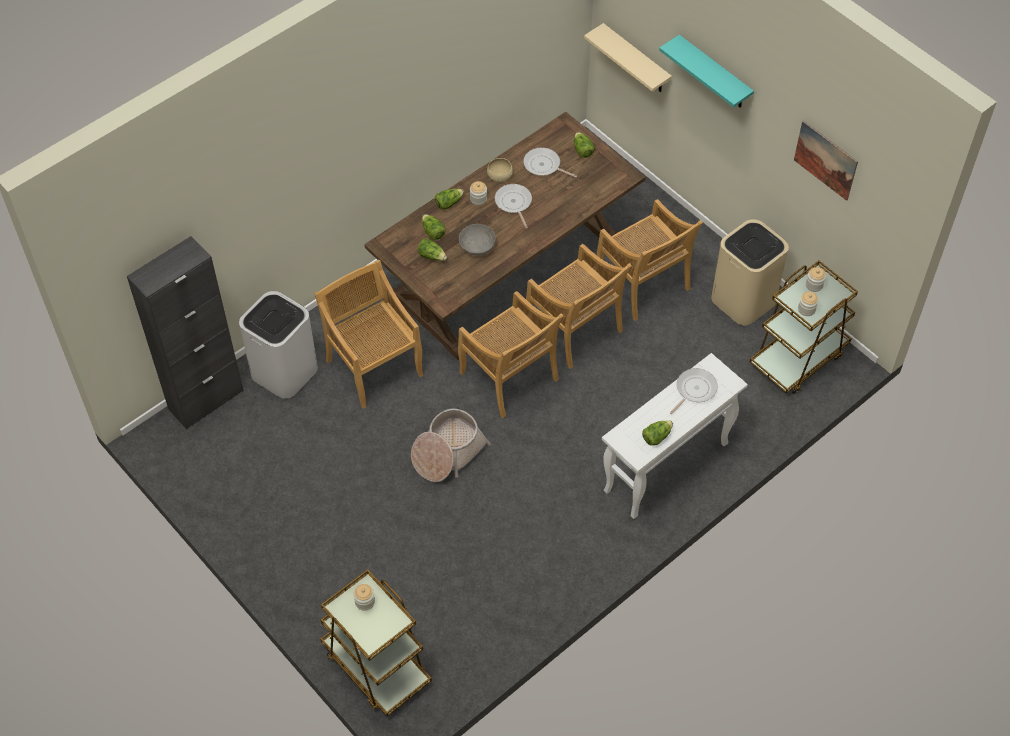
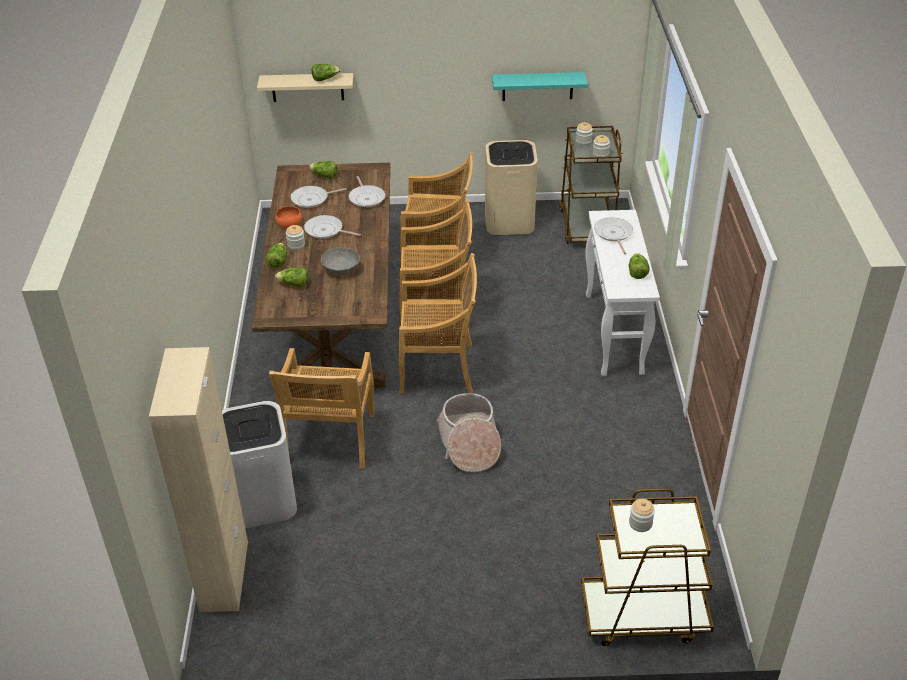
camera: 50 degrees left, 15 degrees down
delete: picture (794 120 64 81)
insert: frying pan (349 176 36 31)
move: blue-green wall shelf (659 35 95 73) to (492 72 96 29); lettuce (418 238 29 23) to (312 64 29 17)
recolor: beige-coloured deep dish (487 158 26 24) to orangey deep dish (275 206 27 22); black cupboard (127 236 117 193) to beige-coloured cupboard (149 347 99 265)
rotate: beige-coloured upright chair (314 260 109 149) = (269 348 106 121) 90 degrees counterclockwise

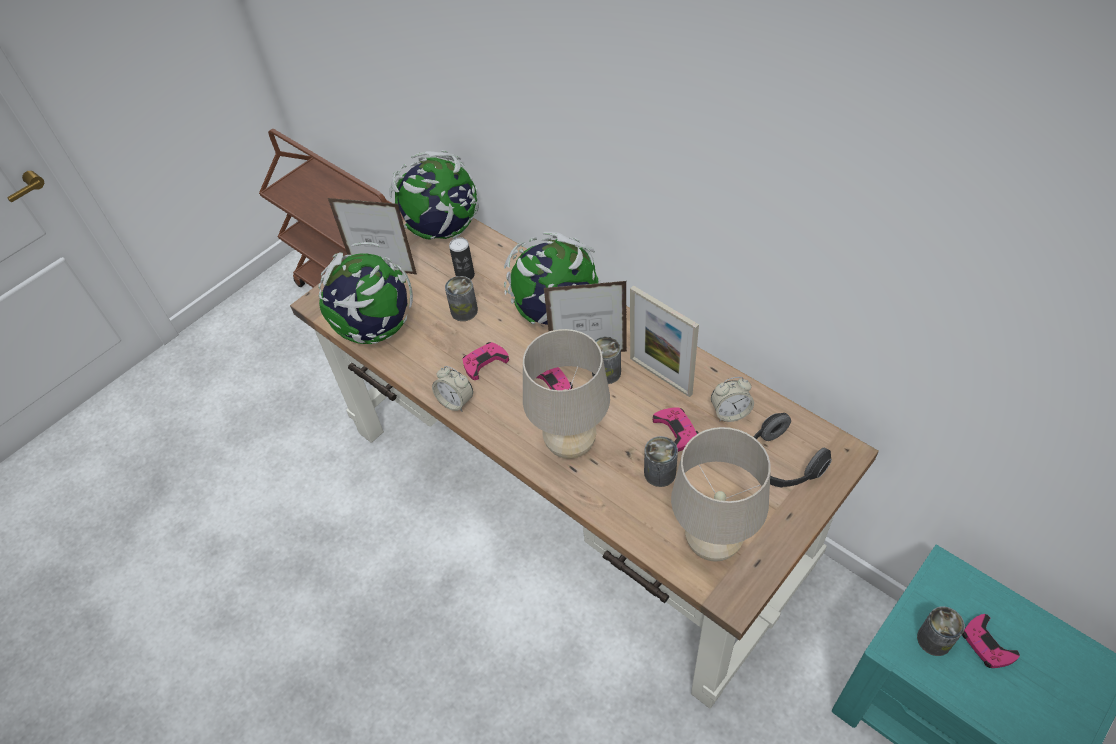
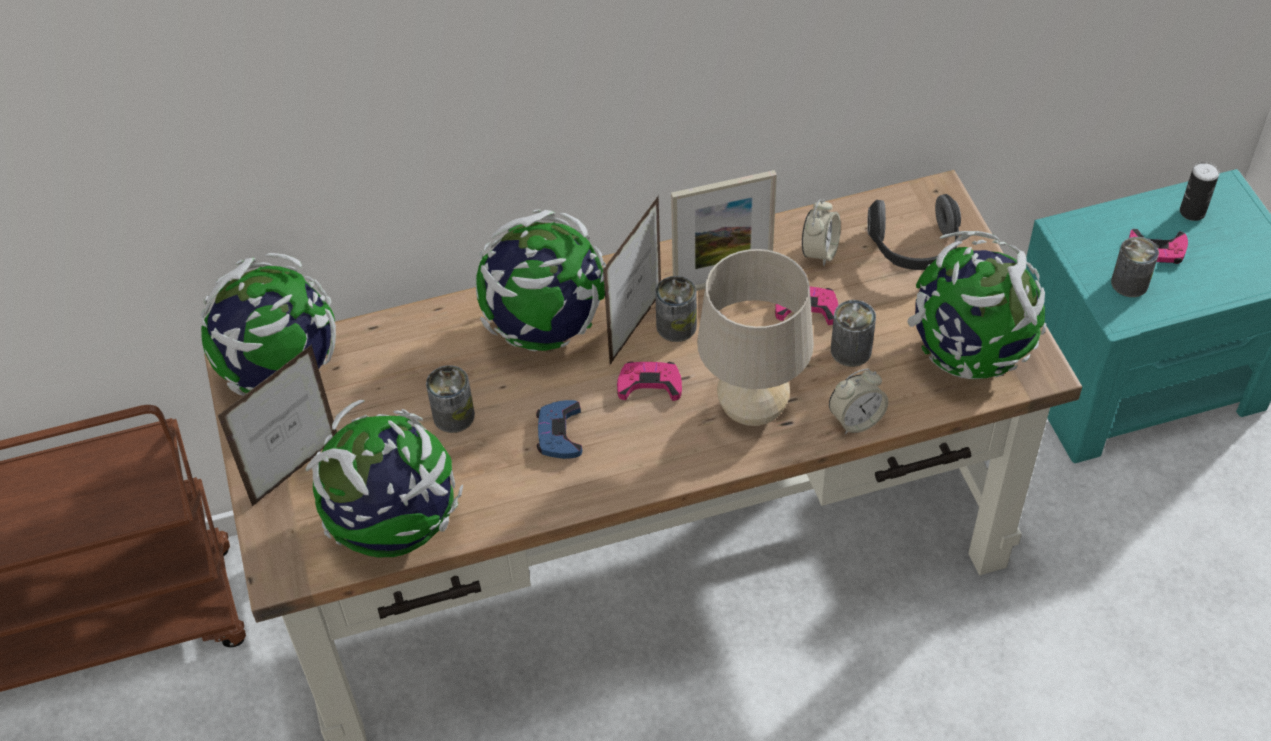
camera: 60 degrees left, 0 degrees up
move: sealed can (449 237 26 43) to (1180 162 39 59); alarm clock (432 366 41 46) to (829 369 59 65)
replace: beige-coloured table lamp (671 427 100 135) to globe (907 231 139 148)
recolor: pink game controller (462 342 47 38) to bluish game controller (536 400 46 59)

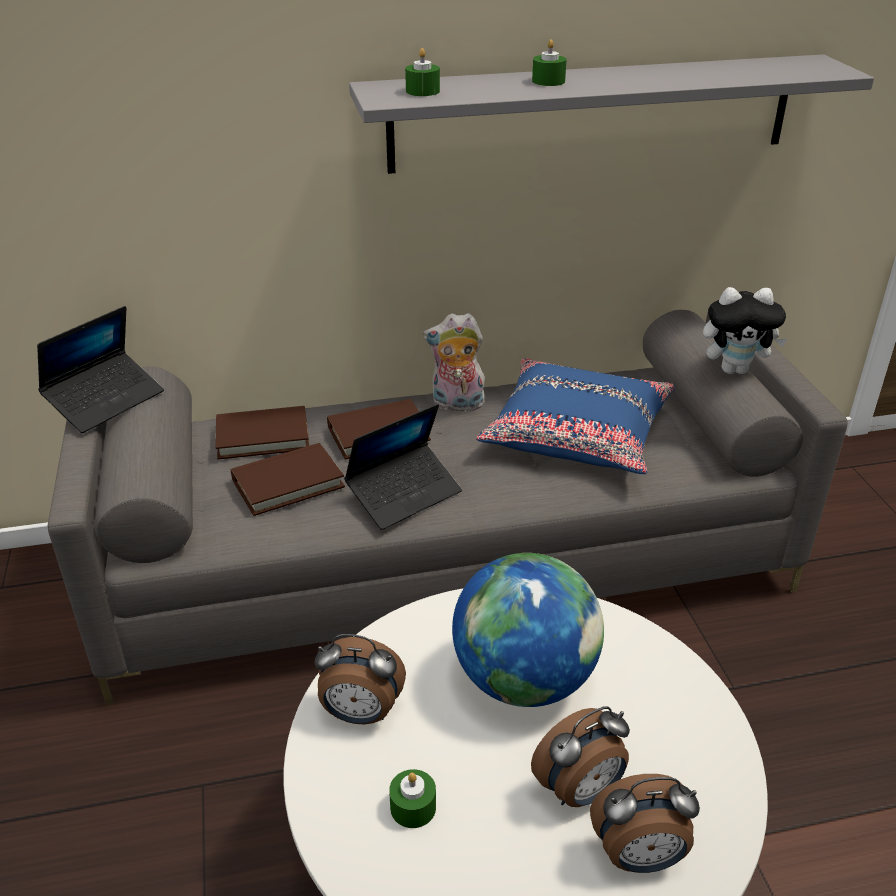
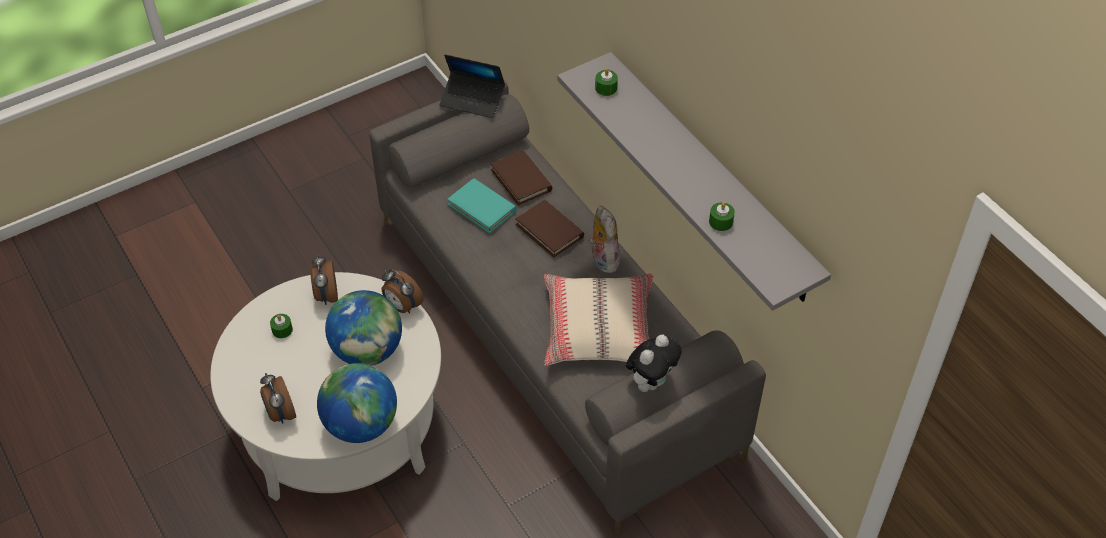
camera: 70 degrees right, 15 degrees up
delete: notebook computer (344 404 118 126)
insert: globe (317 363 80 80)
move: green-coloured wax light (532 40 35 46) to (709 202 26 29); alarm clock (531 706 99 101) to (382 269 42 45)
recolor: bluish cushion (476 358 199 116) to beige-coloured cushion (544 274 110 92); brownish bound book (231 443 114 73) to blue-green bound book (447 178 70 56)
rotate: soft toy (703 287 84 87) = (626 335 56 57) 120 degrees counterclockwise

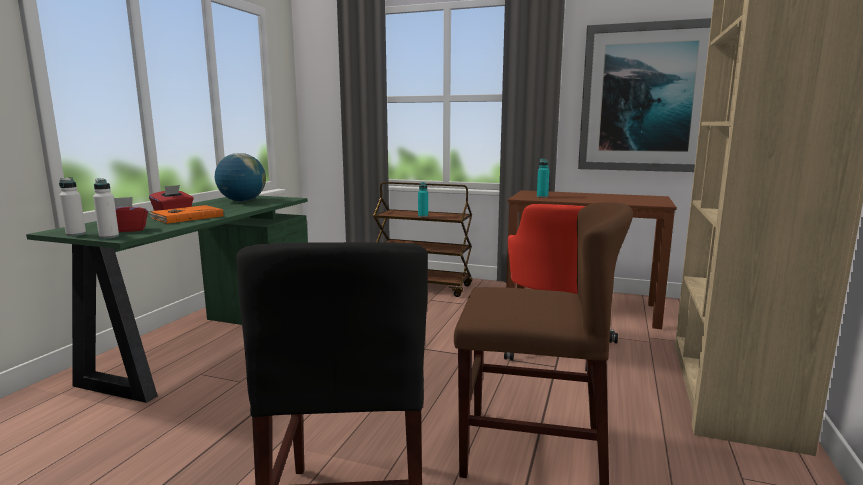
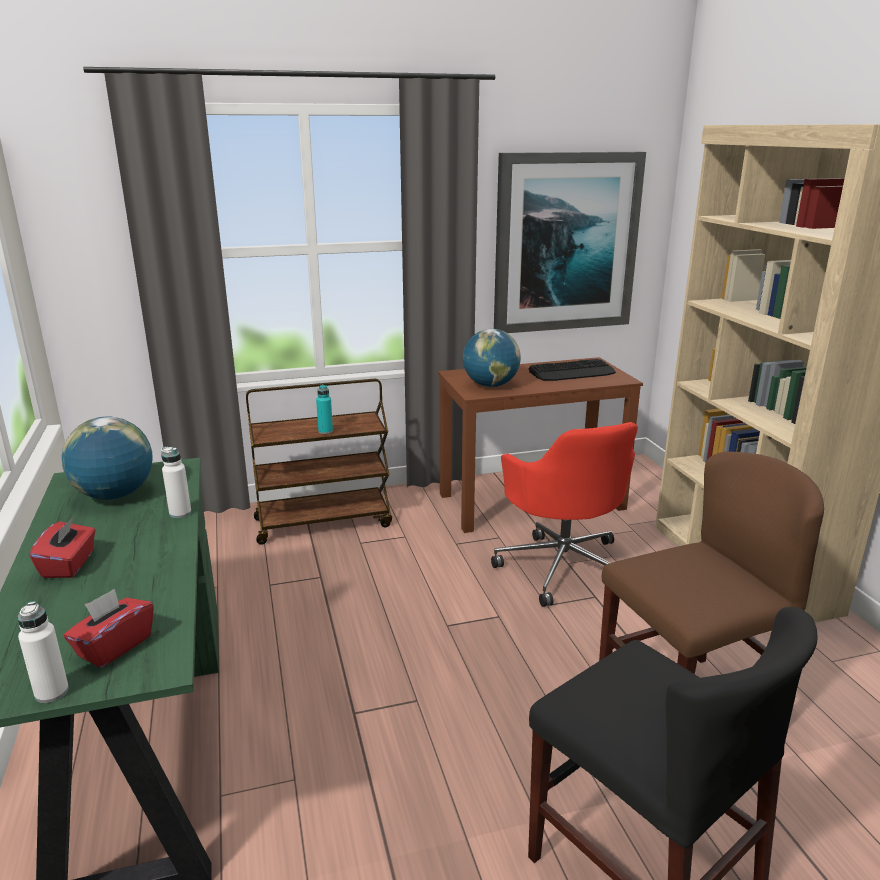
camera: 35 degrees left, 10 degrees up
delete: orangey bound book (149 205 74 19)
insert: keyboard (529 359 87 22)
move: white beverage bottle (93 178 26 61) to (161 447 30 71)
replace: blue-green beverage bottle (537 159 12 39) to globe (463 329 58 58)

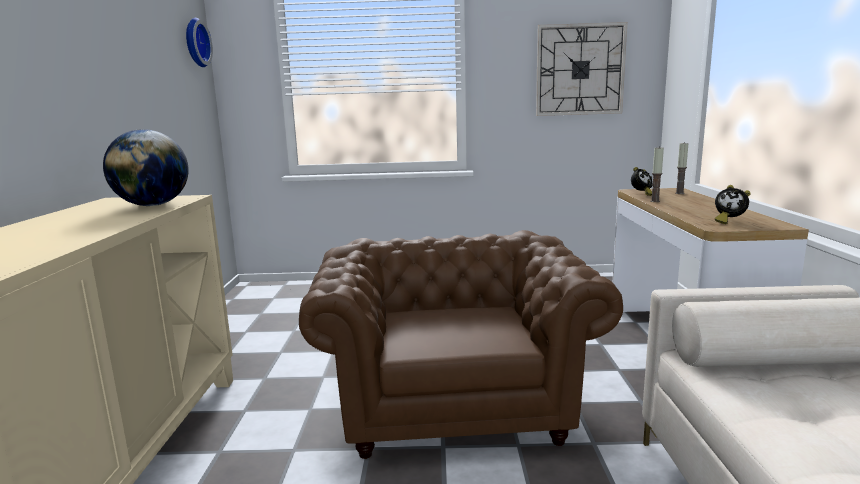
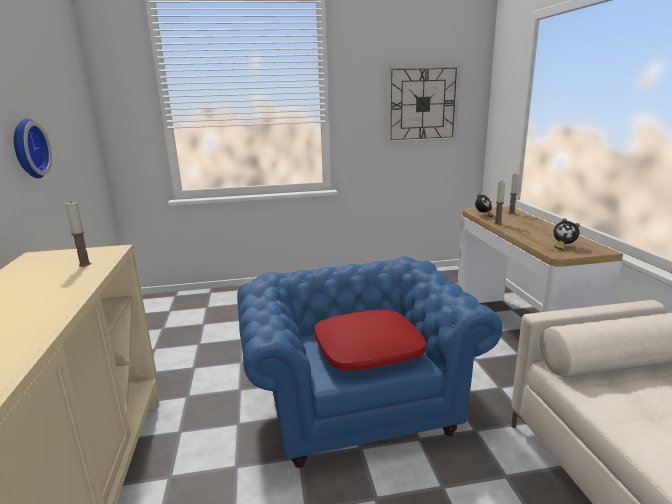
camera: 10 degrees left, 5 degrees up
insert: reddish cushion (314 309 112 62)
move: hanging clock (186 18 27 49) to (14 118 38 60)
replace: globe (103 129 86 77) to wax light (65 201 26 66)
recolor: brownish easy chair (299 230 324 229) to bluish easy chair (237 256 265 212)

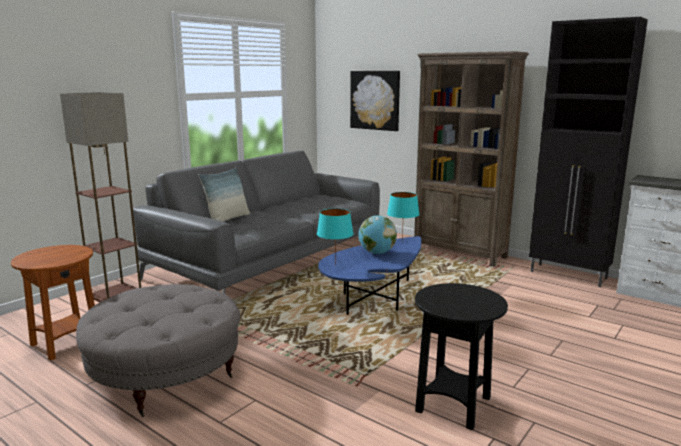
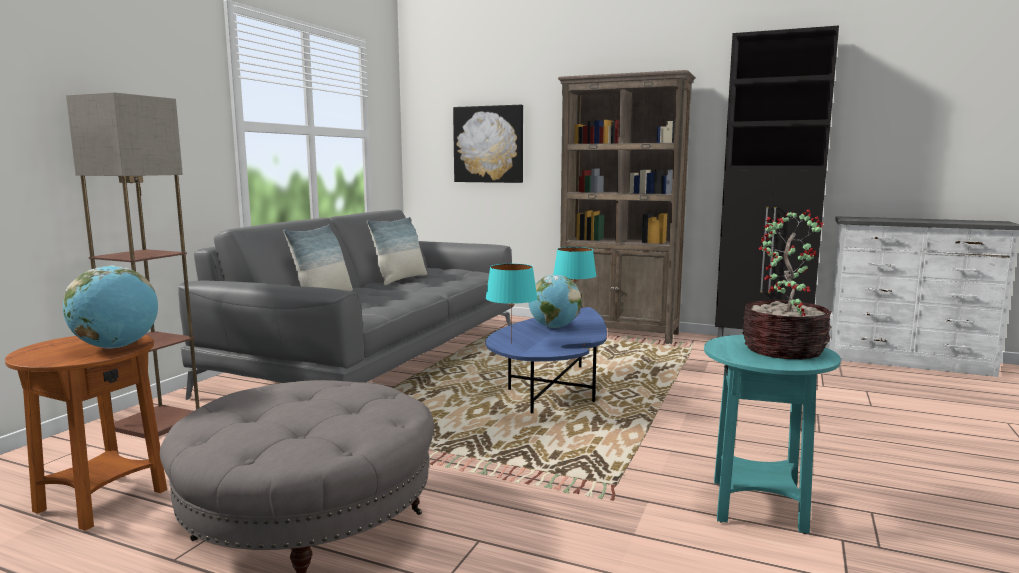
camera: 15 degrees left, 5 degrees down
insert: potted plant (742 209 90 150); cushion (367 217 60 68); globe (63 265 95 84)
recolor: black accent table (415 283 93 147) to blue-green accent table (704 335 137 199)

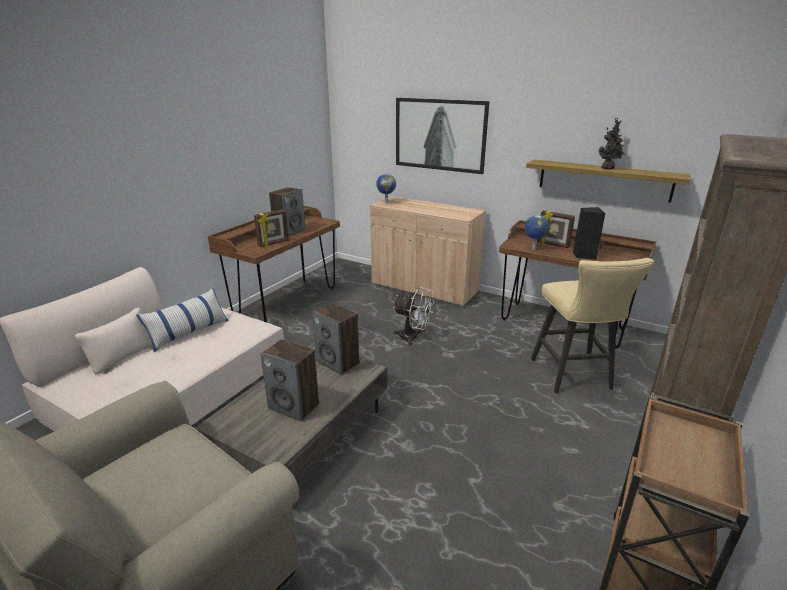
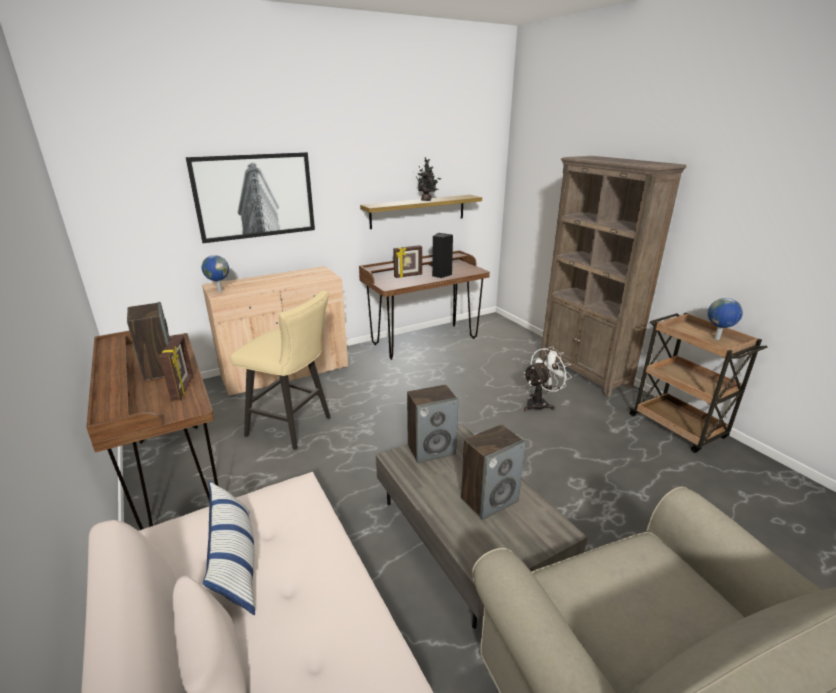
camera: 60 degrees left, 0 degrees up
move: globe (525 215 24 35) to (708 298 35 42); beige-coloured sitting stool (531 258 123 135) to (230 291 101 159); white cooling fan (393 287 42 58) to (524 346 48 66)

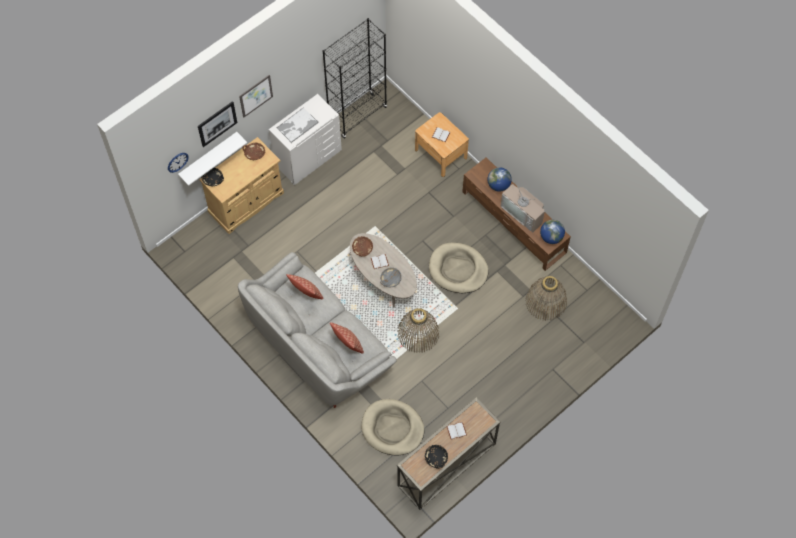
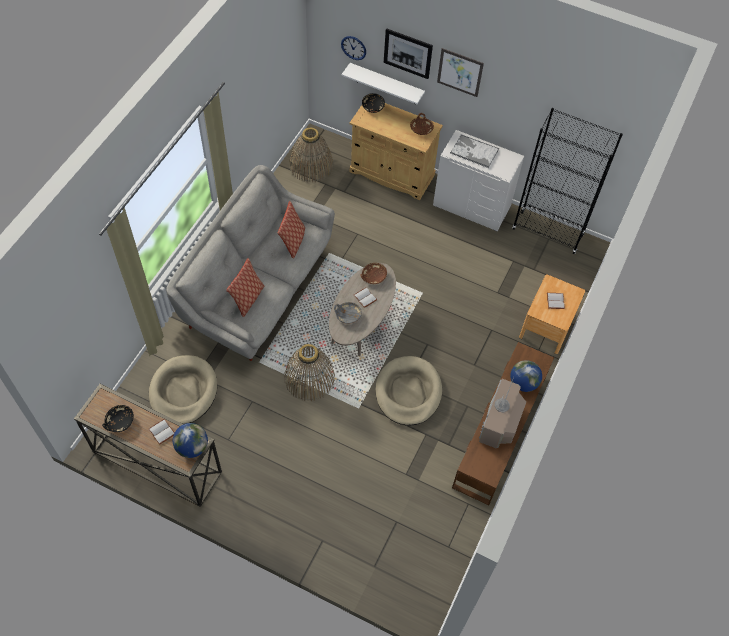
camera: 65 degrees right, 5 degrees down
move: globe (540 220 25 24) to (173 423 35 35); storage basket (525 276 42 45) to (289 127 44 55)

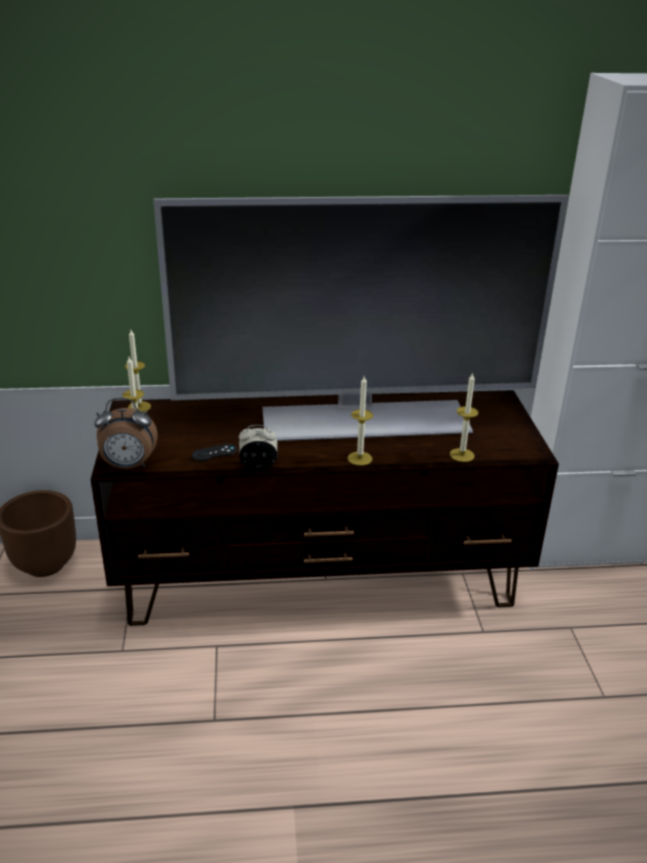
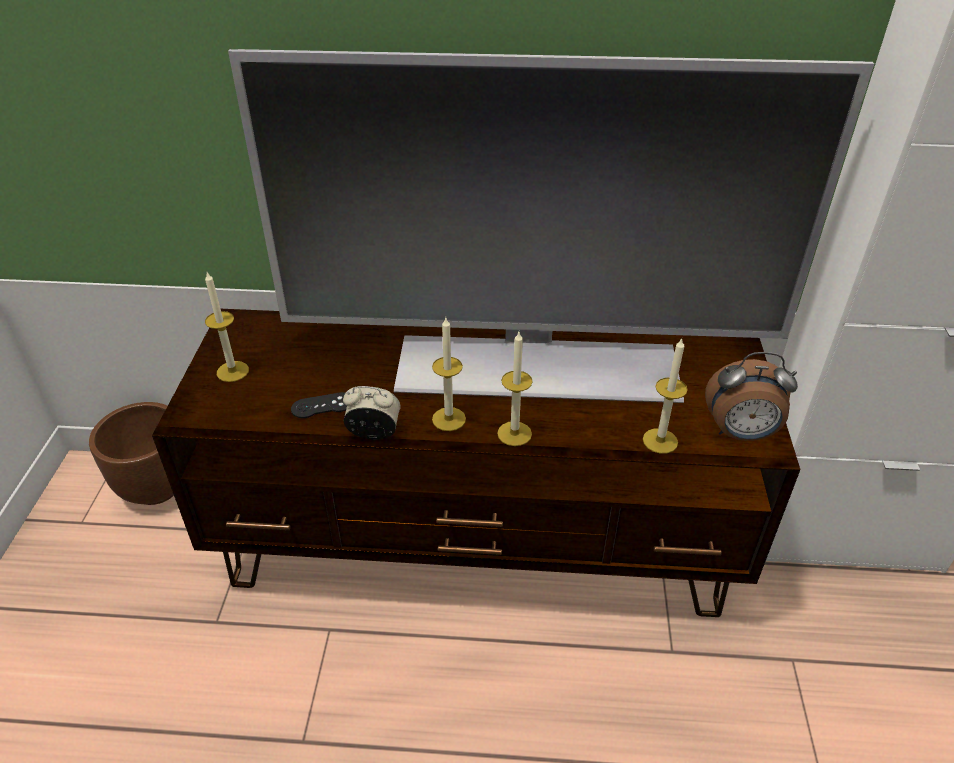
camera: 10 degrees right, 10 degrees up
move: wax light (125 330 26 82) to (432 318 34 113); alarm clock (94 398 64 71) to (705 352 93 89)

